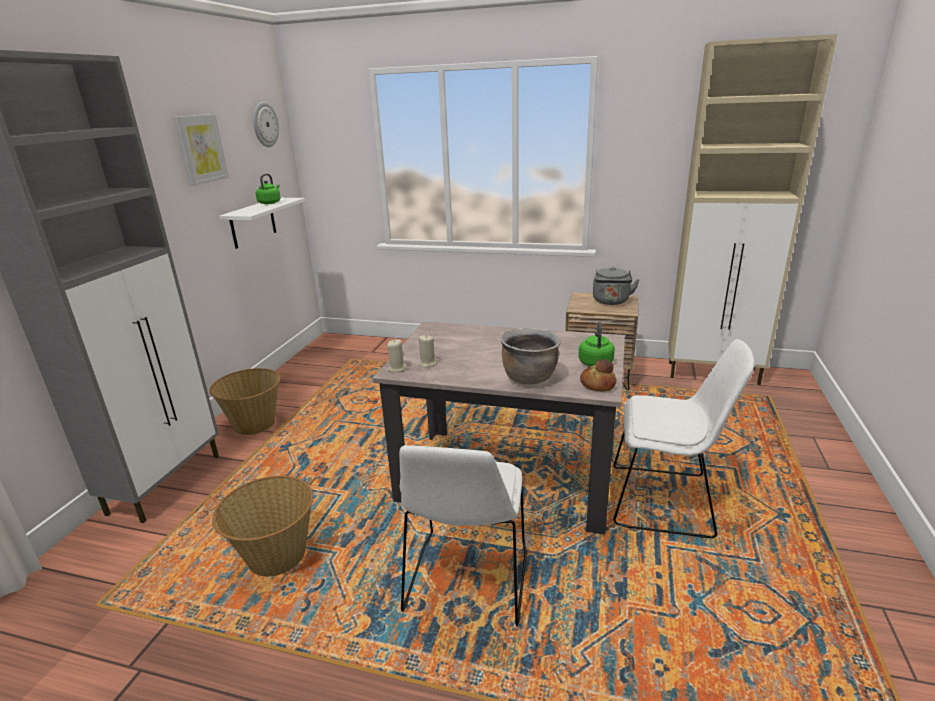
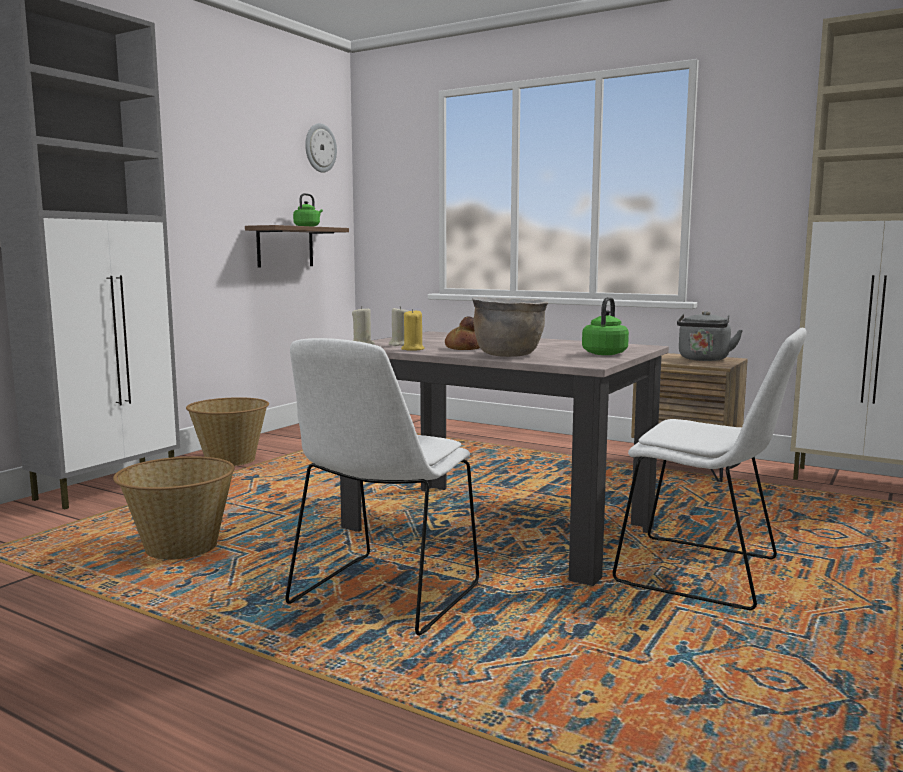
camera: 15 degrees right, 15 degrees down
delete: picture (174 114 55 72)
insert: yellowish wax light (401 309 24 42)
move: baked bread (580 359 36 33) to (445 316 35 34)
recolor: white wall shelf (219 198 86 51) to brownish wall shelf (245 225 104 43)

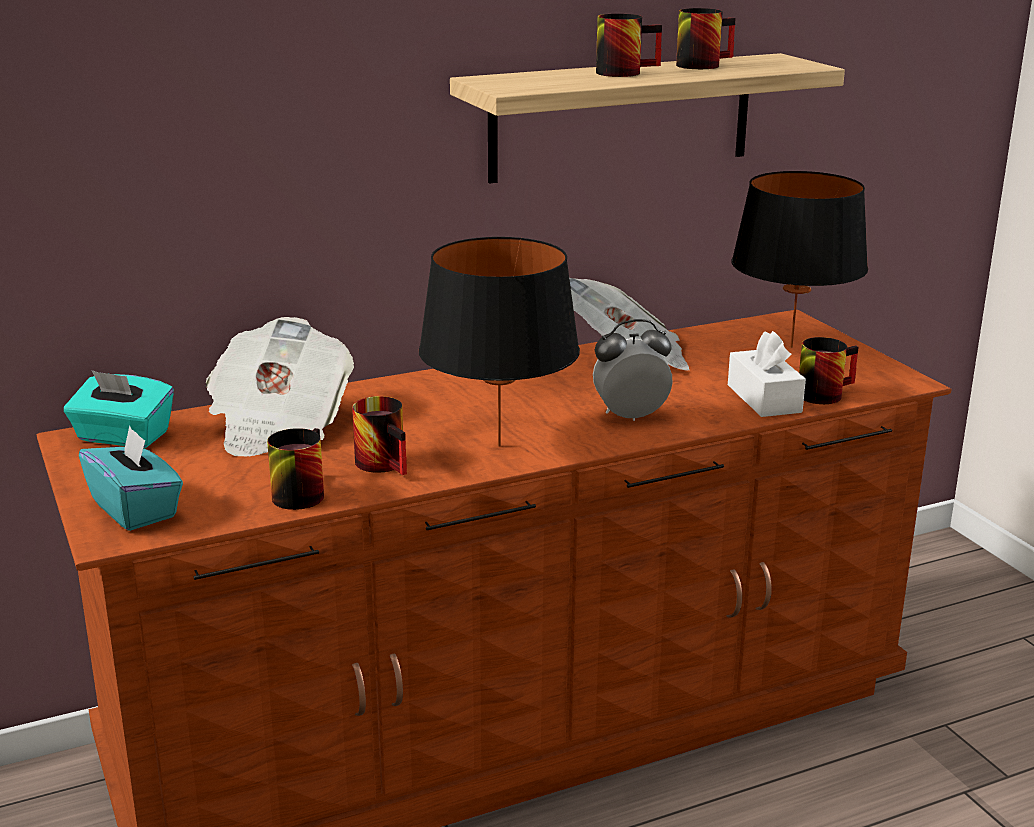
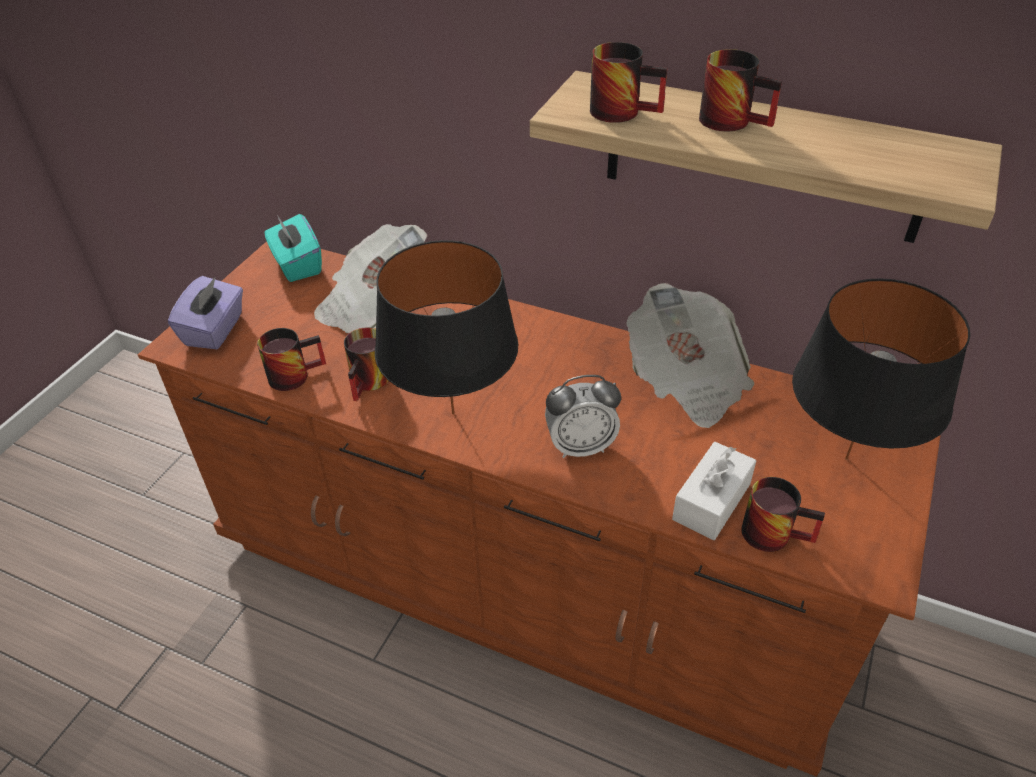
camera: 50 degrees right, 20 degrees up
move: tea mug (676 8 60 61) to (590 42 77 81)
recolor: blue-green tissue holder (79 425 104 106) to purple-coloured tissue holder (168 276 75 73)
rotate: alarm clock (593 319 80 102) = (545 375 76 83) 135 degrees clockwise

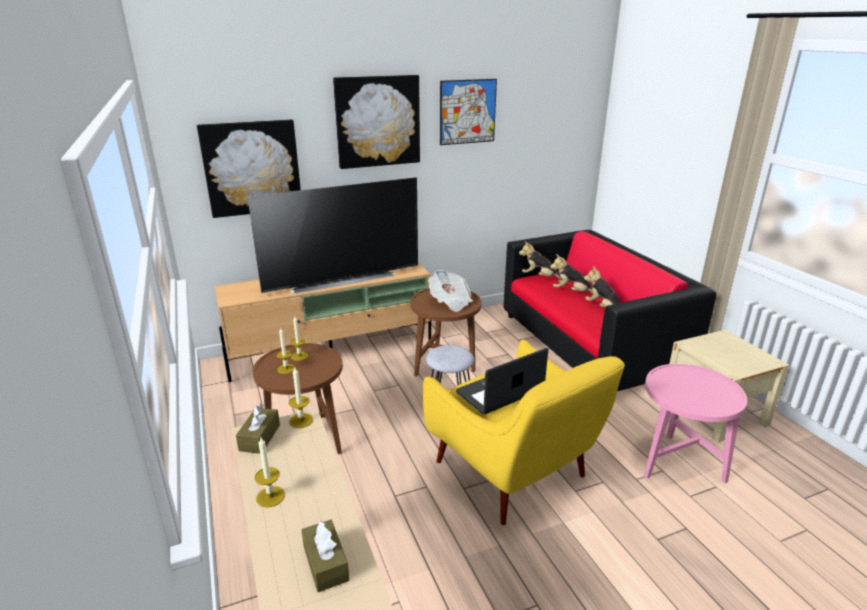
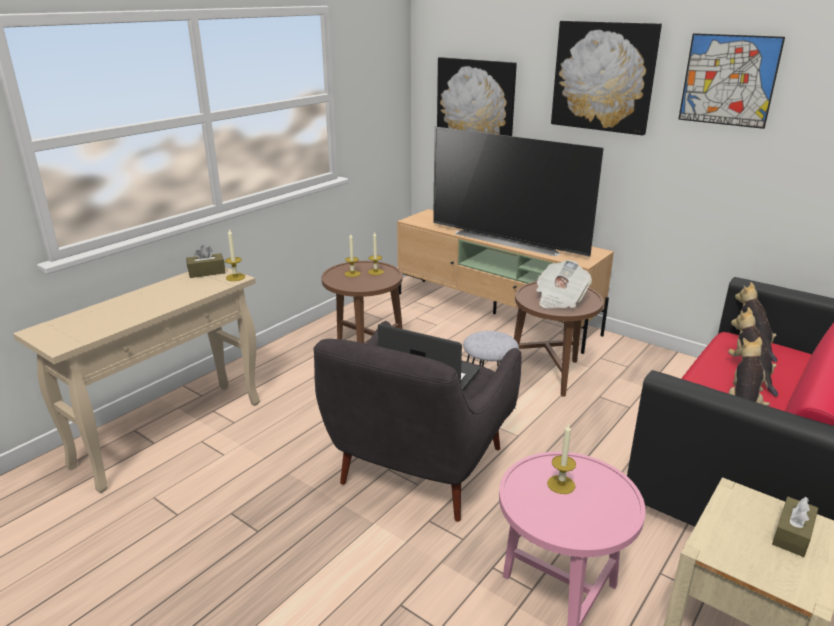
camera: 60 degrees right, 0 degrees up
move: wax light (255 437 30 71) to (547 424 29 70); brownish tissue holder (301 520 48 72) to (772 497 46 60)
recolor: yellowish easy chair (423 340 202 185) to gray easy chair (314 321 207 201)

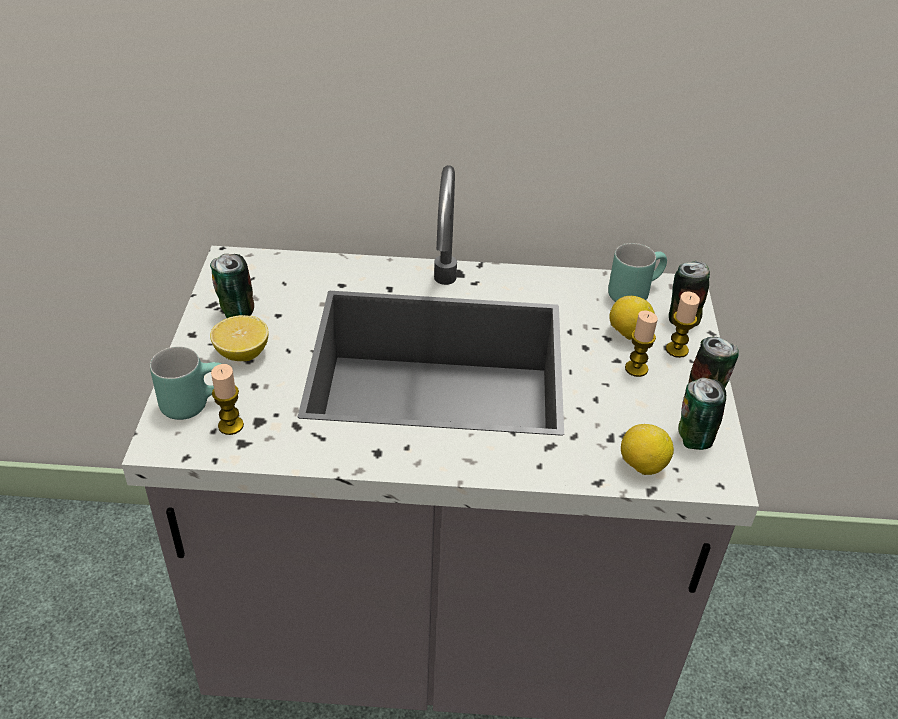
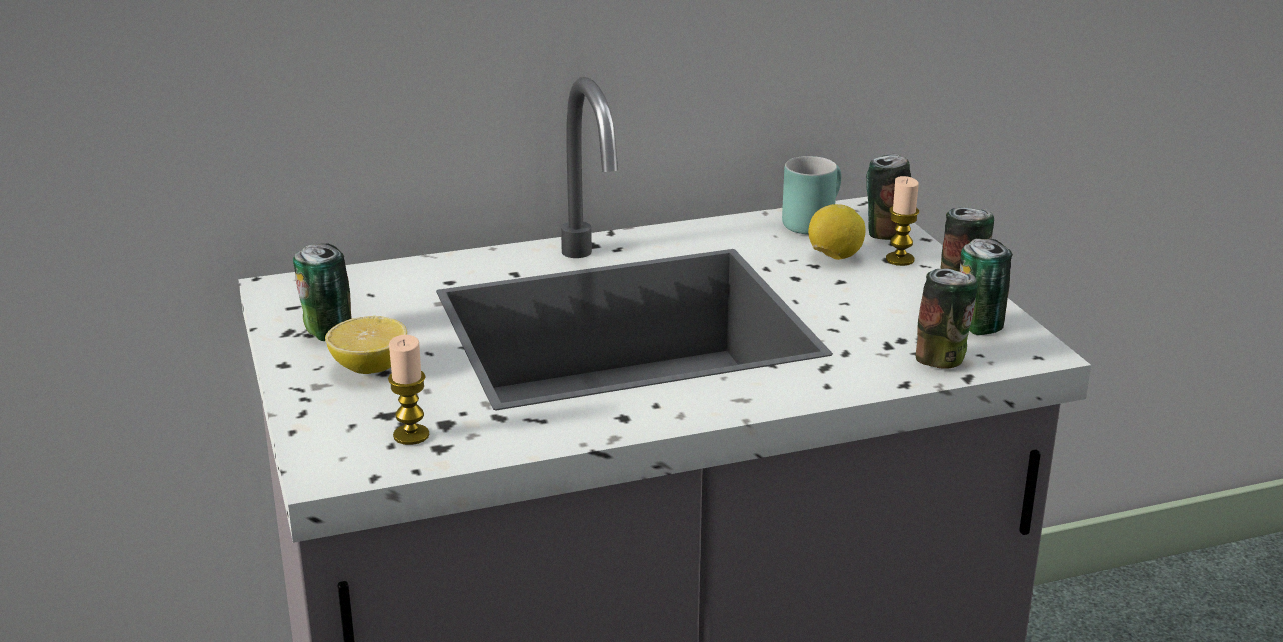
camera: 20 degrees left, 15 degrees down
delete: wax light (625 311 33 66); blue-green tea mug (150 346 72 74)
replace: citrus fruit (621 424 53 51) to sealed can (916 268 61 101)

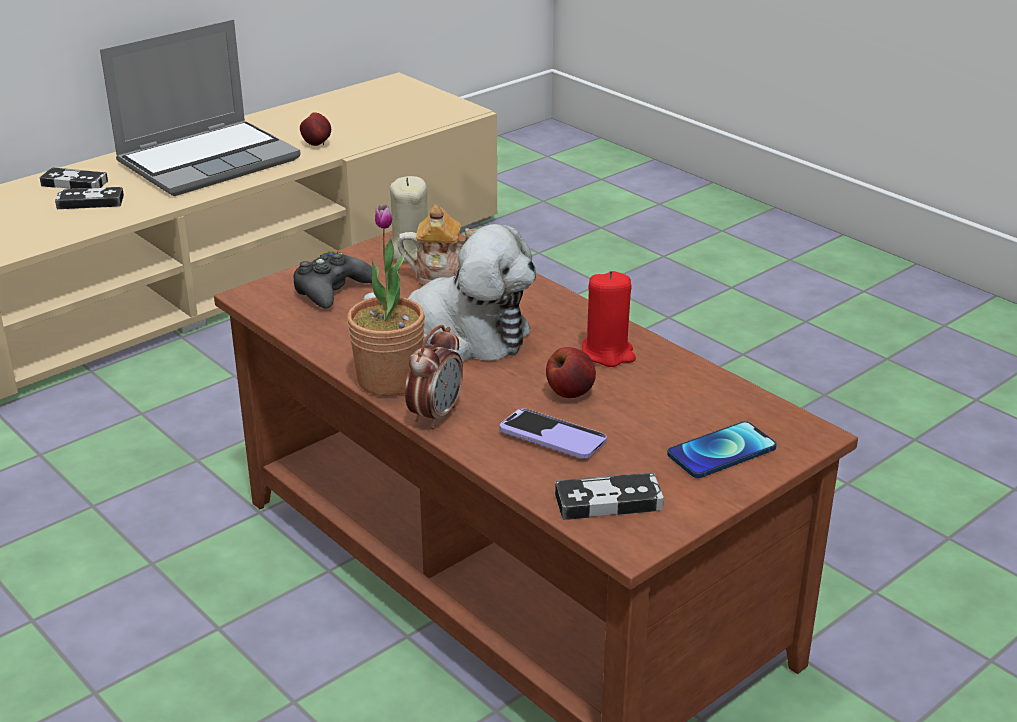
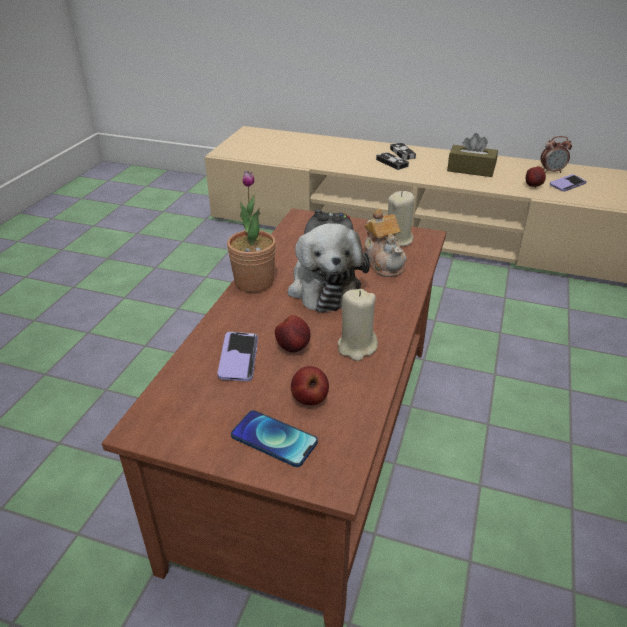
camera: 60 degrees right, 5 degrees up
delete: game controller (555 472 109 48)
insert: phone (550 174 37 18); whole apple (291 366 38 39)
move: alarm clock (405 325 58 104) to (541 136 31 37)
replace: notebook computer (100 19 201 177) to brownish tissue holder (447 133 51 44)
recolor: reddish wax light (582 271 54 96) to beige-coloured wax light (338 289 40 72)

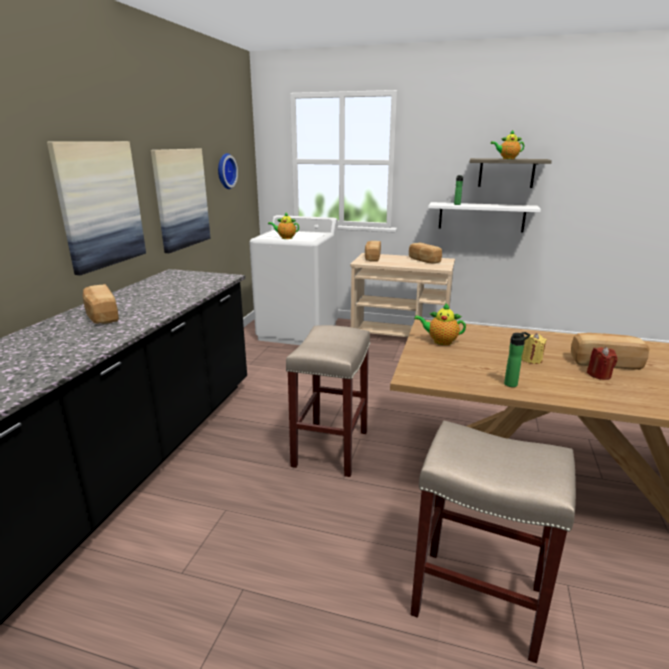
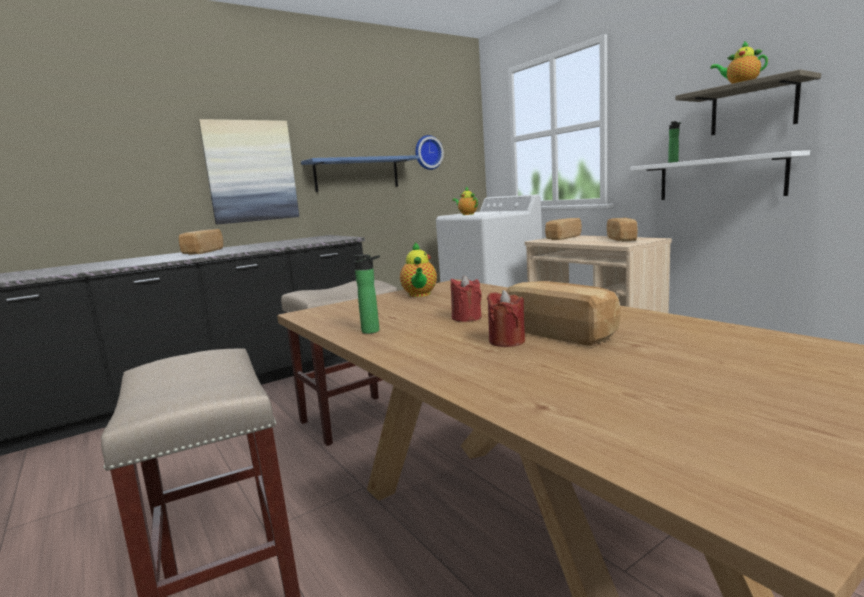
camera: 40 degrees right, 10 degrees down
replace: picture (151 149 60 104) to bluish wall shelf (301 155 118 37)
recolor: yellowish wax light (522 333 25 31) to reddish wax light (451 275 31 47)
rotate: tea pot (414 302 52 43) = (400 242 37 55) 150 degrees counterclockwise

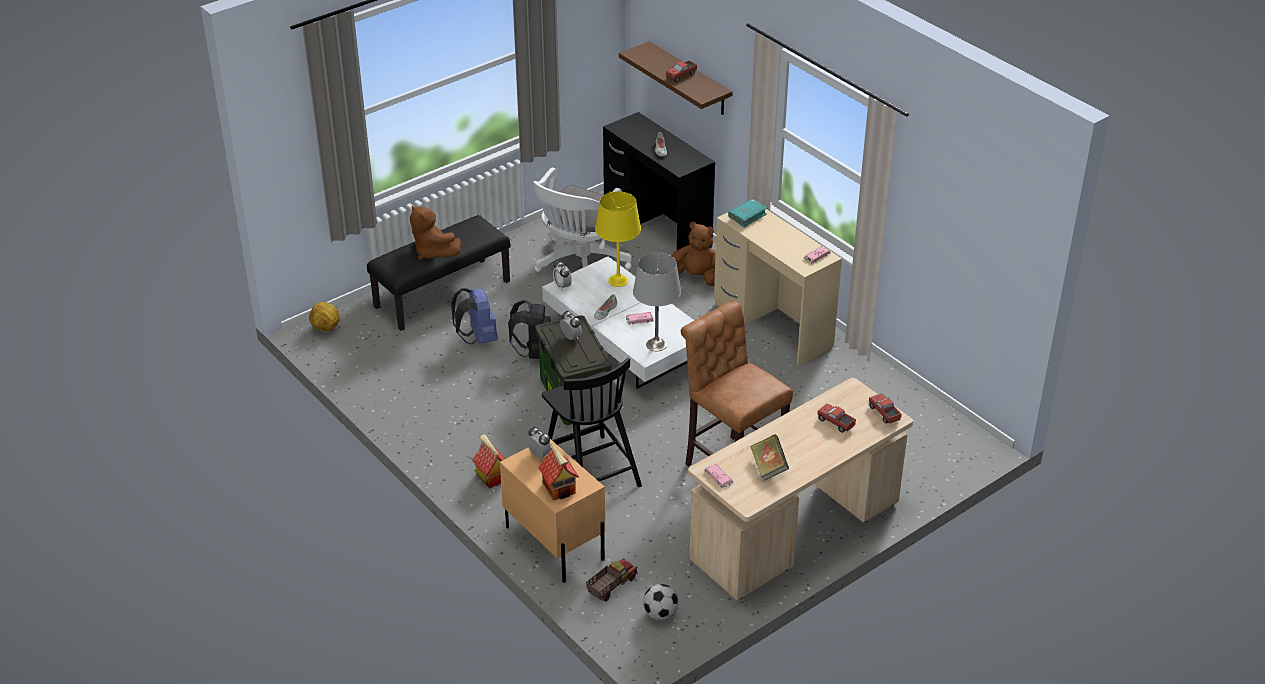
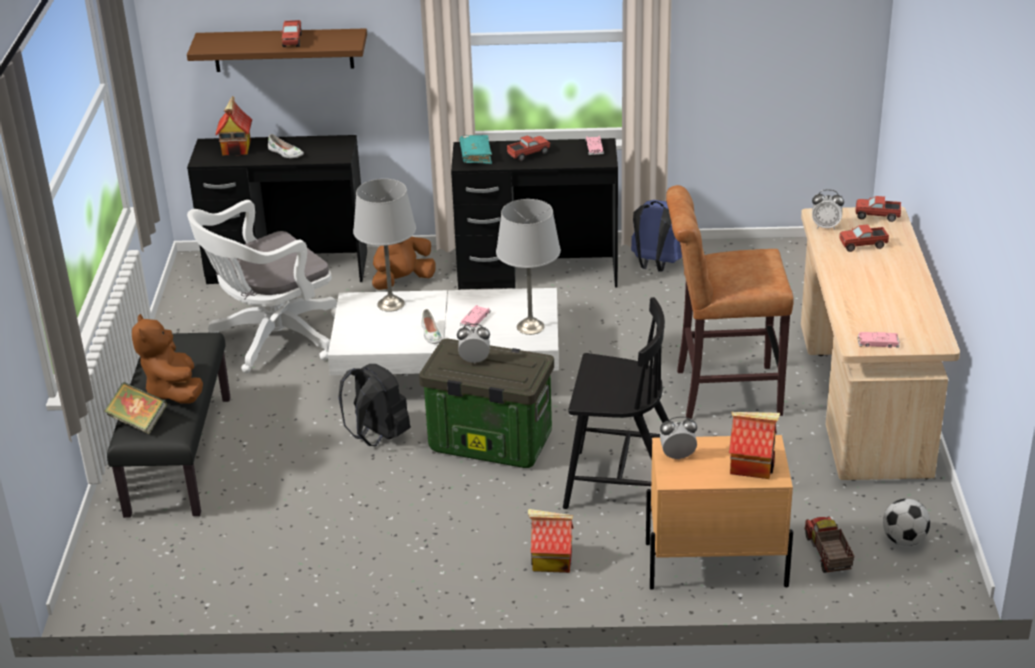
camera: 50 degrees left, 5 degrees down
delete: football (309 302 30 29)
insert: model house (215 96 37 60); toy lorry (507 136 43 25)
move: alarm clock (553 261 19 30) to (812 189 32 41); bluish rucksack (451 288 47 57) to (631 200 51 72); bound book (750 435 39 46) to (104 382 64 52)
recolor: yellowish table lamp (595 191 46 96) to gray table lamp (353 179 63 133); beige-coloured desk unit (714 209 128 157) to black desk unit (451 138 167 152)
rotate: white office chair (533 167 99 105) = (187 200 150 173) 75 degrees clockwise; brownish soft toy (410 205 51 55) = (132 314 71 89) 75 degrees clockwise

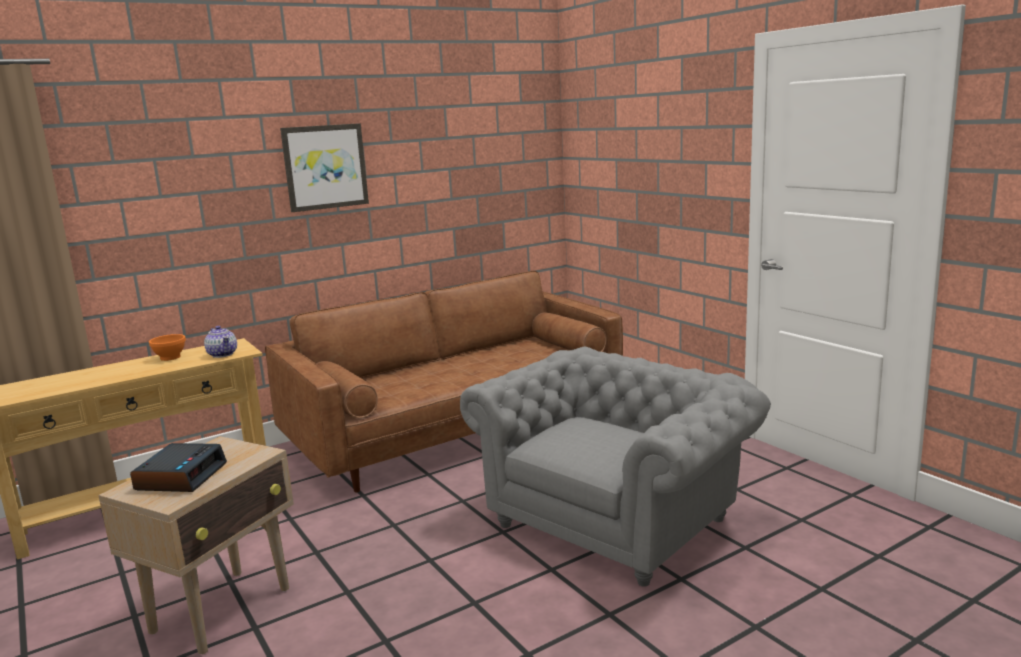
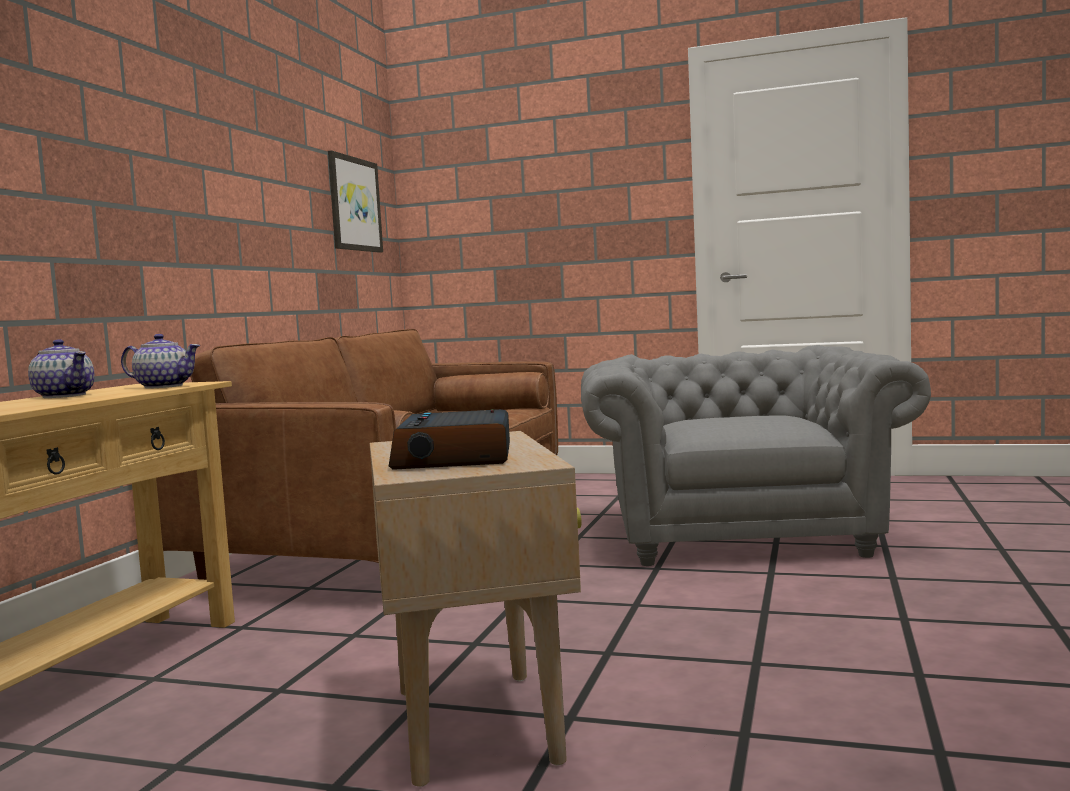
camera: 40 degrees left, 10 degrees down
move: picture (280 123 89 89) to (328 150 55 103)
replace: orangey deep dish (149 334 37 27) to tea pot (28 339 67 59)
rotate: alarm clock (130 443 97 49) = (389 409 121 61) 150 degrees counterclockwise

